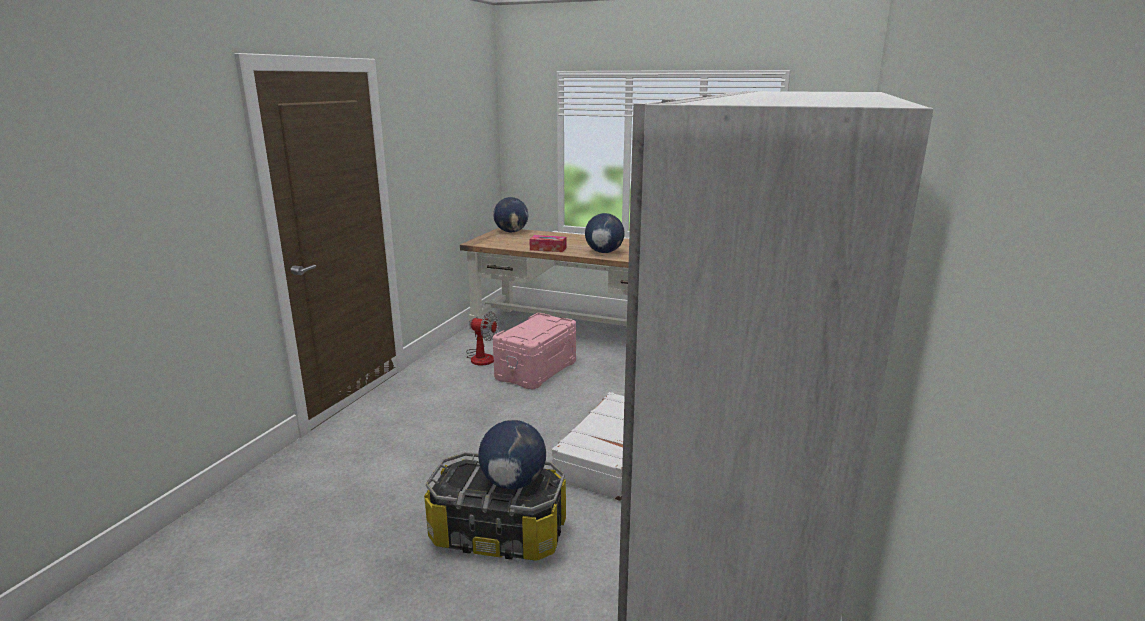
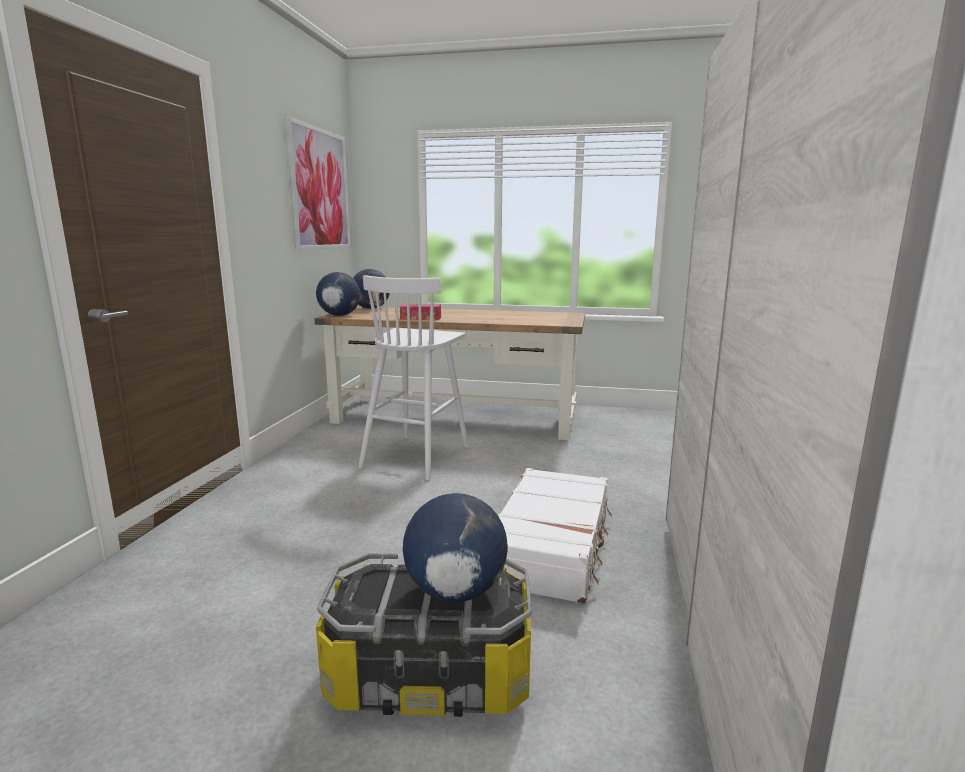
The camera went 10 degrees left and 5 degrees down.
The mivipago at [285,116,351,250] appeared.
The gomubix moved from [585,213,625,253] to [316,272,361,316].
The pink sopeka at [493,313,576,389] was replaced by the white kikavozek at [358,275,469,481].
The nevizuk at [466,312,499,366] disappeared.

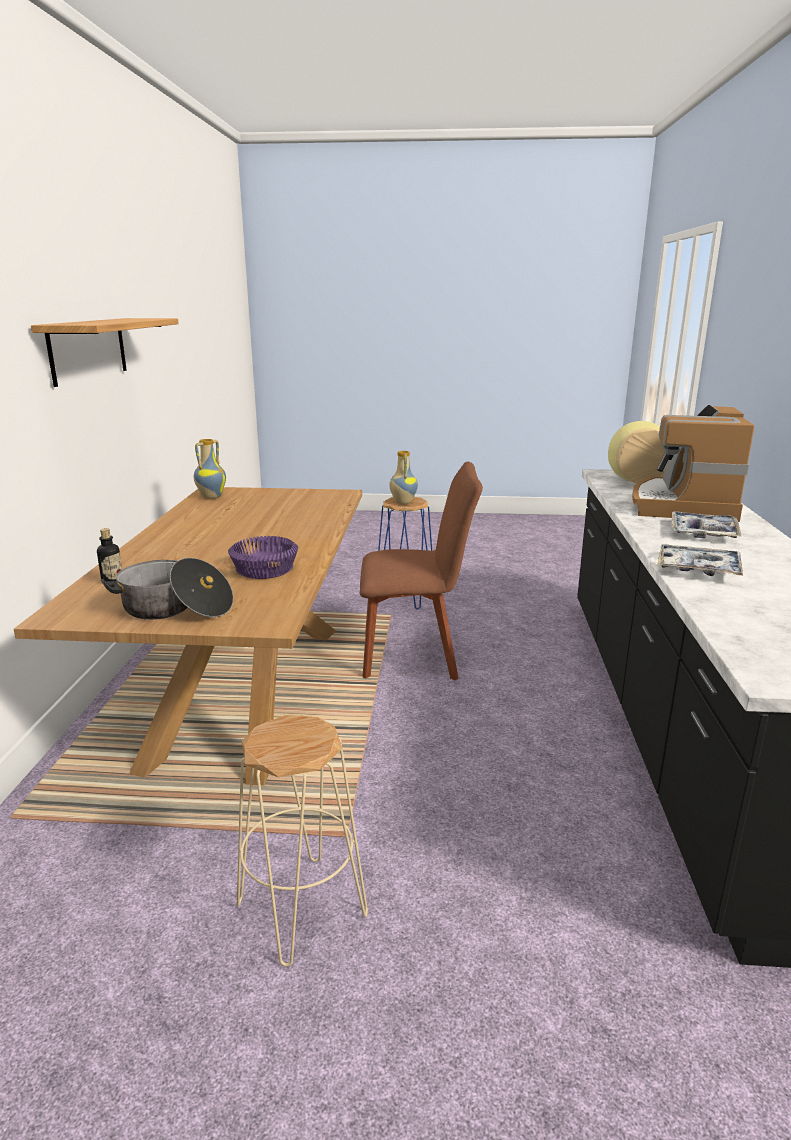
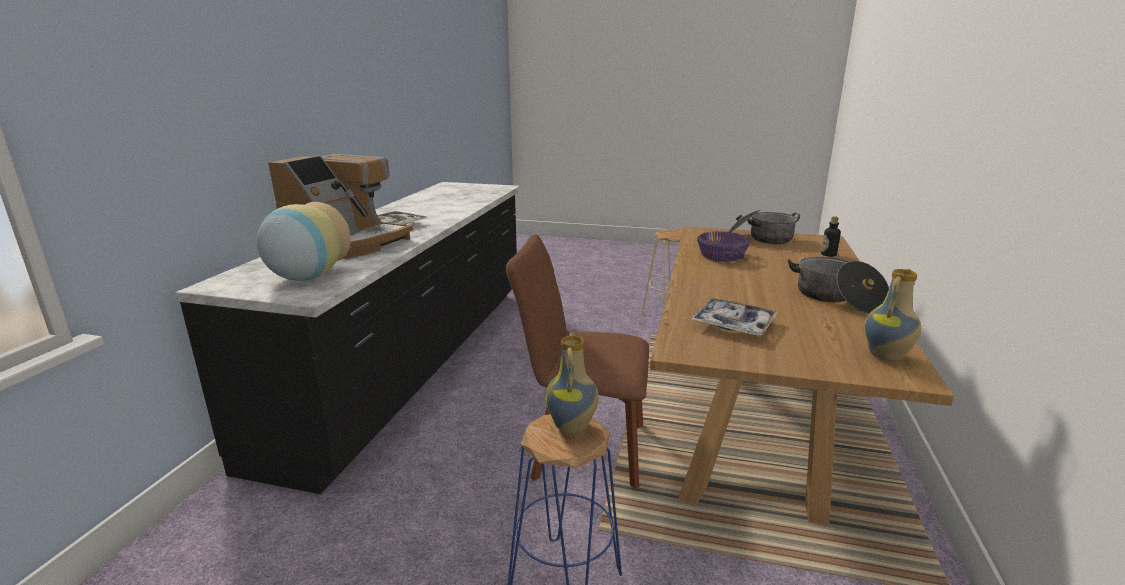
The camera went 170 degrees left and 0 degrees up.
The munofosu moved from [657,544,743,576] to [690,298,778,336].
The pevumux at [788,257,889,314] appeared.
The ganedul at [31,318,179,387] disappeared.

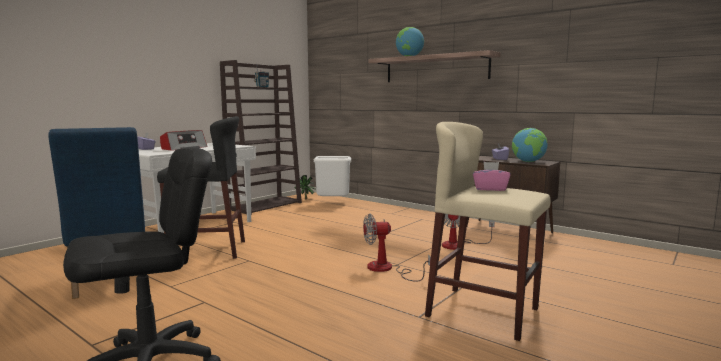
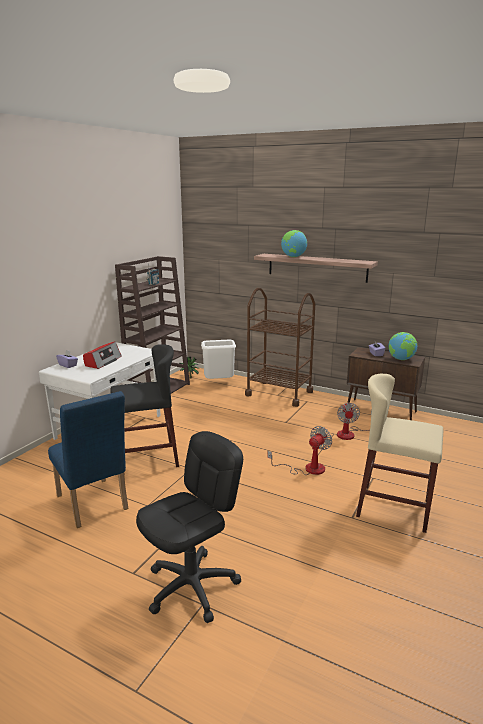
The camera went 10 degrees left and 10 degrees up.
The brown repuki at [245,288,315,407] appeared.
The nevizuk at [363,214,431,282] turned 150 degrees clockwise.
The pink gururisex at [473,162,511,191] disappeared.

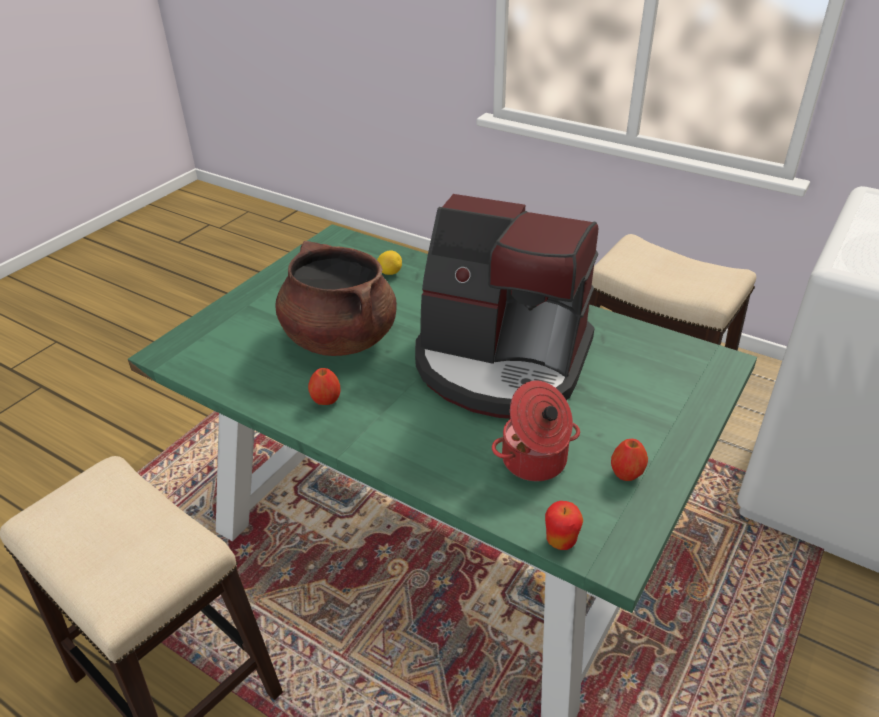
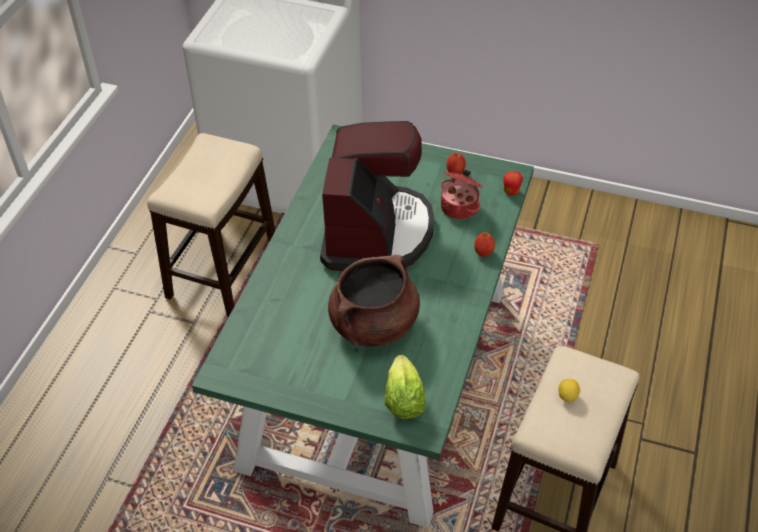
The camera went 105 degrees left and 10 degrees up.
The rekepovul at [385,355,426,419] appeared.
The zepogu moved from [308,368,340,405] to [474,232,495,257].
The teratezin moved from [377,250,402,275] to [558,379,580,402].

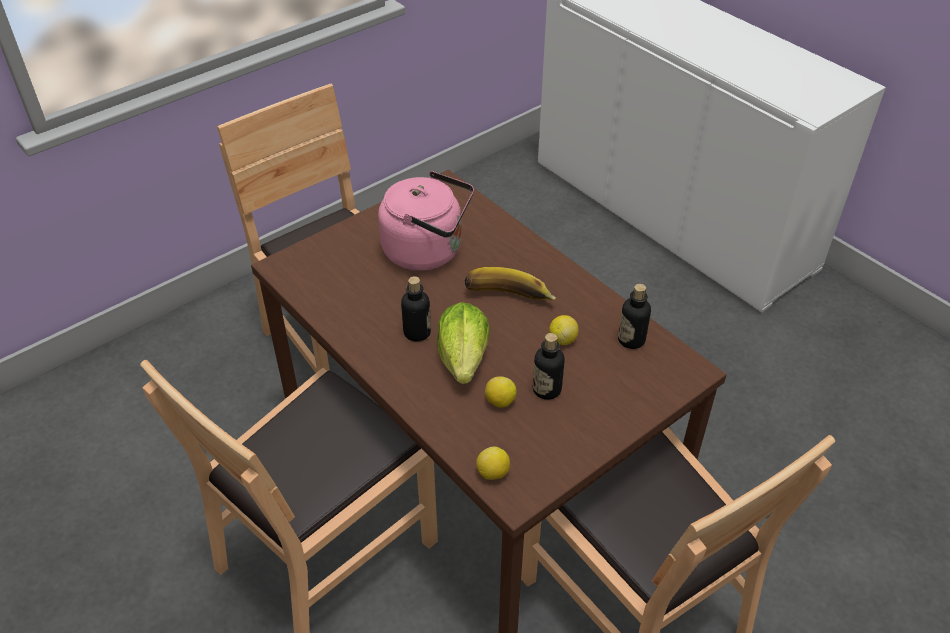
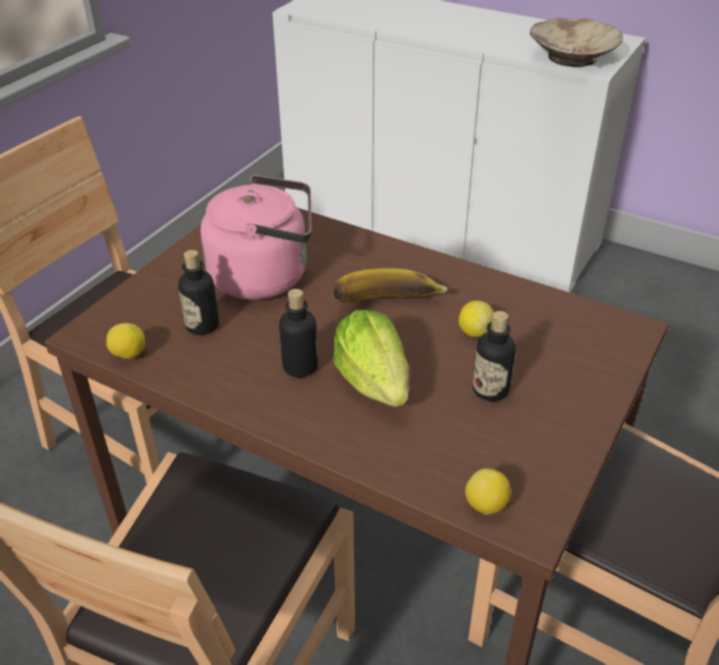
The camera went 20 degrees left and 5 degrees down.
The teratezin moved from [485,377,517,408] to [106,323,145,359].
The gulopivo moved from [618,284,651,349] to [178,250,219,335].
The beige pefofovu at [530,18,623,67] appeared.

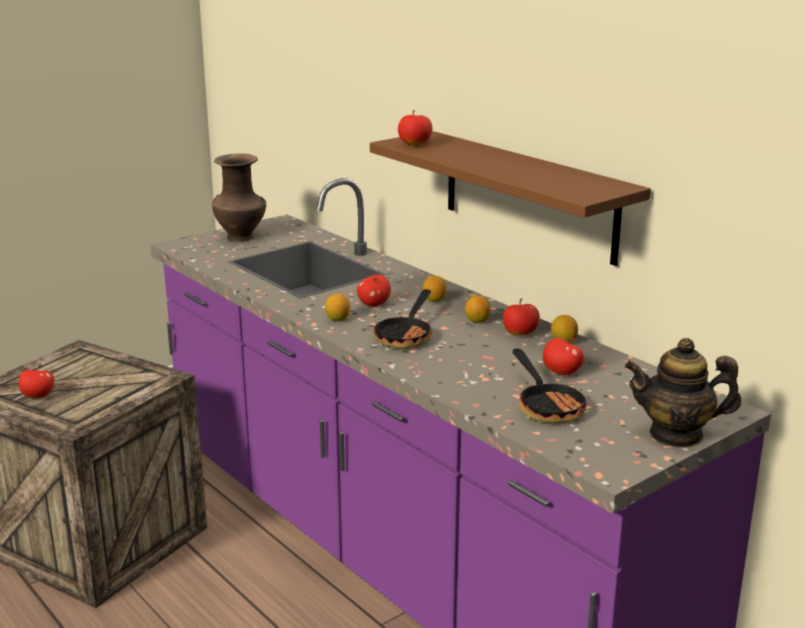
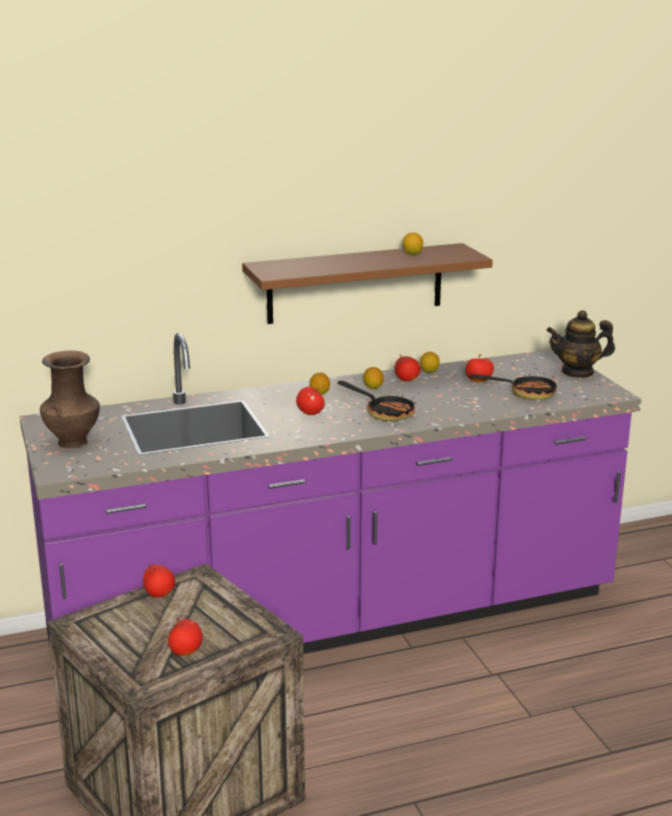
The camera went 70 degrees left and 0 degrees up.
The zepogu moved from [398,110,432,145] to [143,565,175,598].
The teratezin moved from [325,294,350,321] to [402,232,423,255].
The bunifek at [625,338,741,447] turned 60 degrees clockwise.

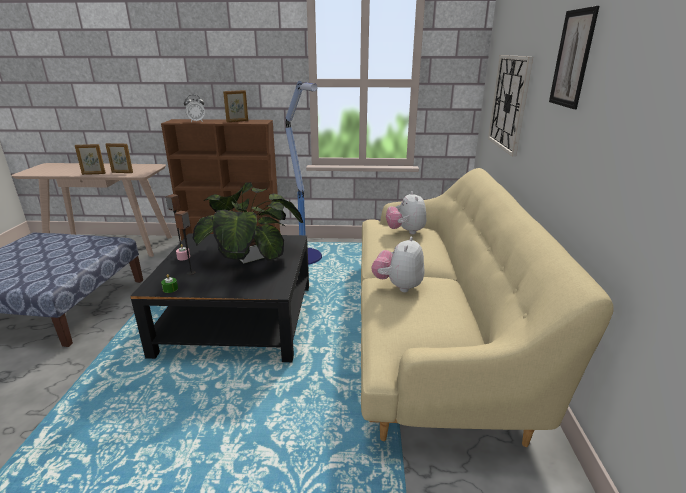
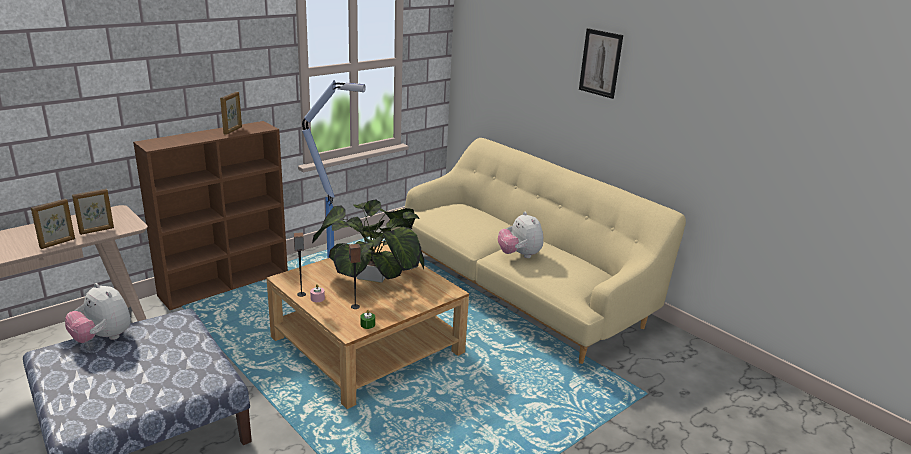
The camera went 45 degrees left and 0 degrees up.
The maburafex moved from [386,191,426,234] to [65,283,131,343].
The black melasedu at [130,234,309,362] became the beige melasedu at [266,241,469,409].
The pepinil at [184,95,205,123] disappeared.
The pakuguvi at [488,55,533,156] disappeared.

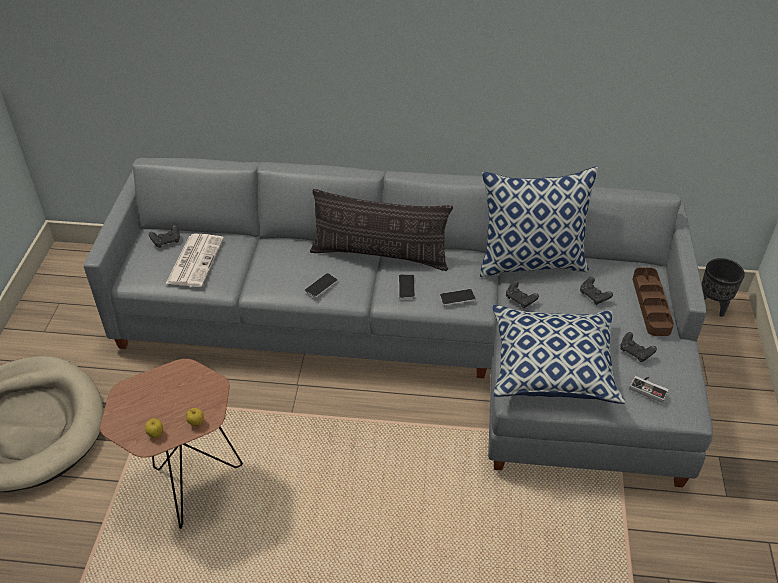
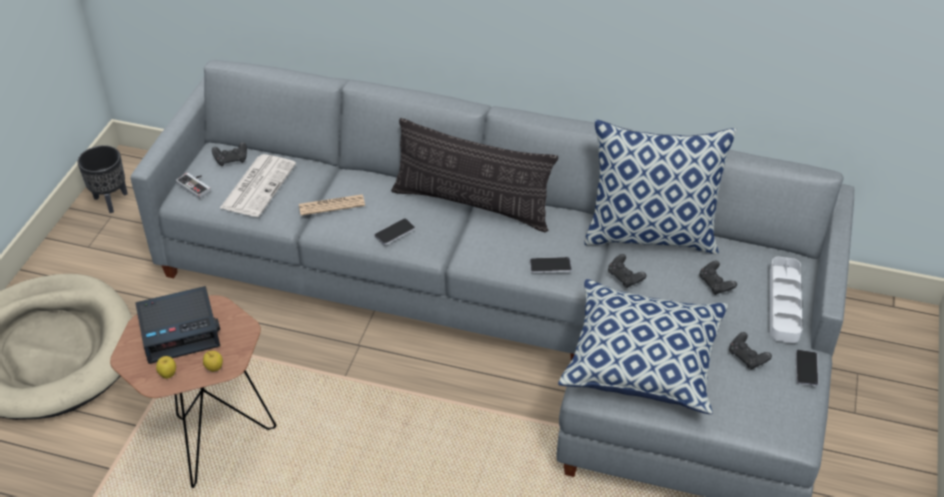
The camera went 10 degrees right and 0 degrees up.
The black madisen moved from [701,258,745,317] to [77,145,128,213].
The pepinil at [135,286,220,364] appeared.
The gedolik moved from [629,376,669,403] to [176,173,211,199].
The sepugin at [299,194,365,216] appeared.
The brown munofosu at [633,268,674,336] became the white munofosu at [770,257,802,343].
The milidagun moved from [398,275,415,299] to [796,350,819,386].

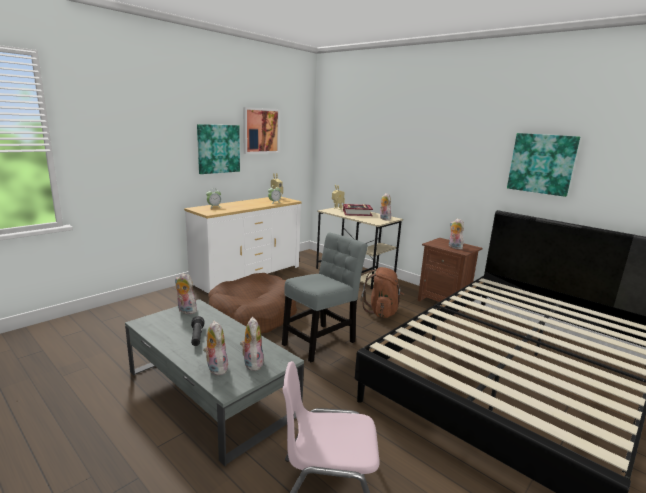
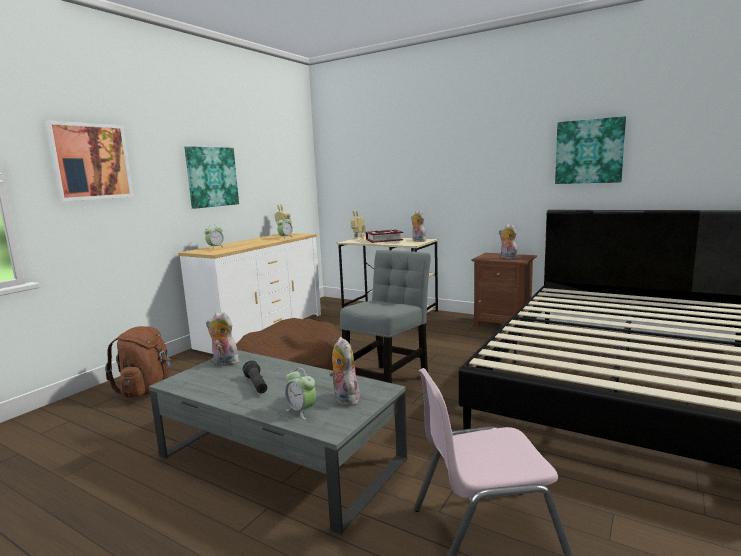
The camera went 10 degrees left and 5 degrees down.
The mivipago moved from [243,107,280,154] to [45,121,134,202].
The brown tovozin moved from [361,267,404,318] to [105,326,171,398].
The maburafex at [203,321,228,375] was replaced by the pepinil at [285,368,316,420].

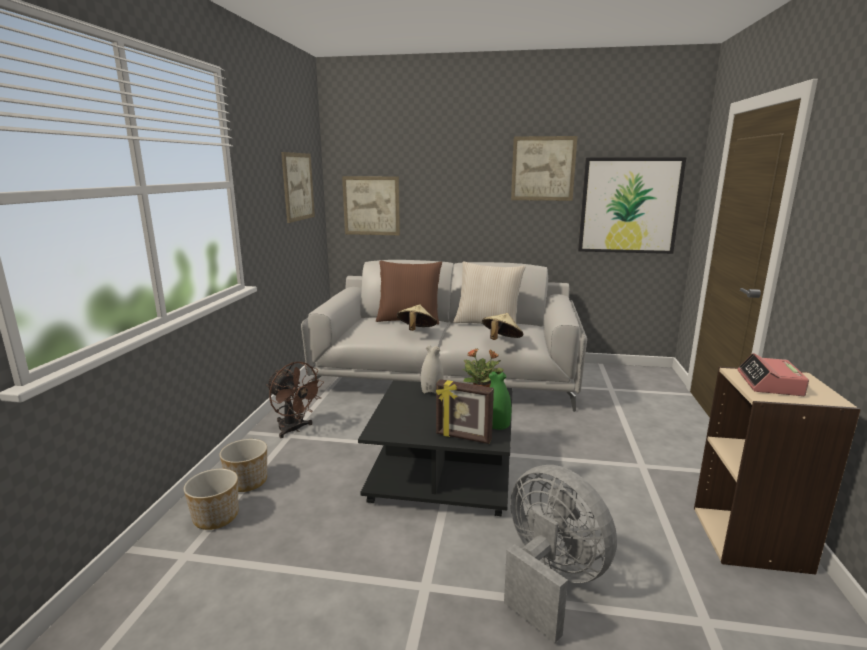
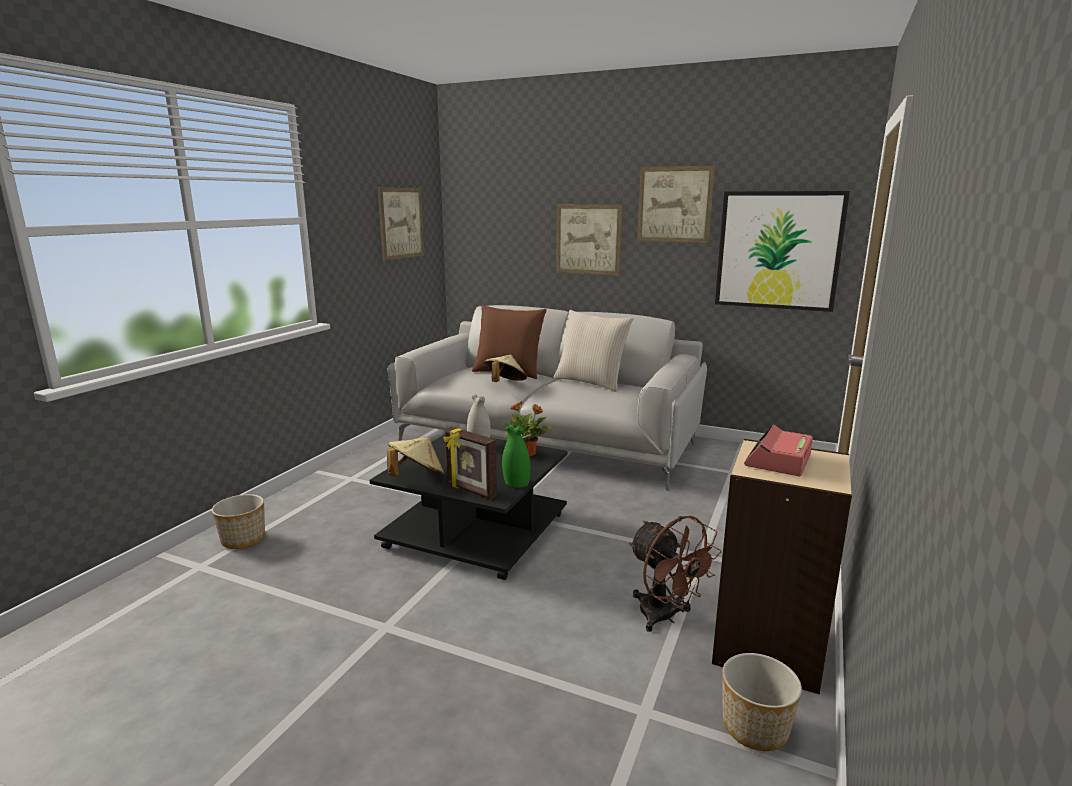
The camera went 15 degrees right and 0 degrees up.
The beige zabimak moved from [482,313,523,340] to [387,437,444,476].
The mivipago moved from [342,176,400,235] to [556,204,623,276].
The brown nevizuk moved from [266,362,324,438] to [629,516,722,632].
The madisen moved from [219,439,267,492] to [722,653,802,751].
The grey nevizuk at [504,465,617,643] disappeared.

